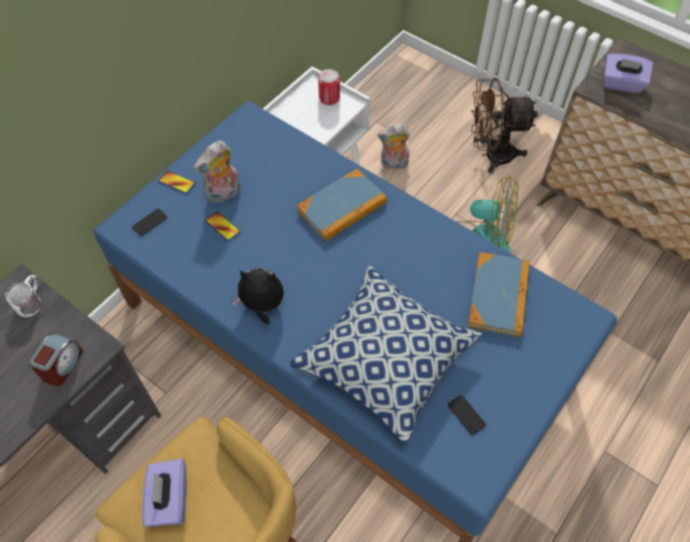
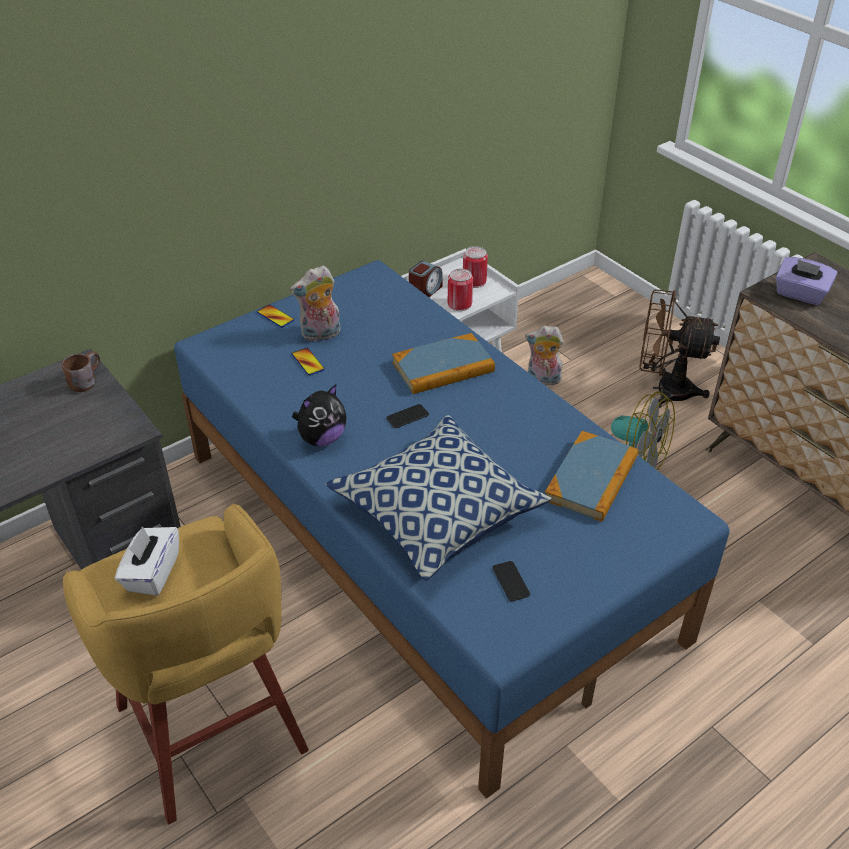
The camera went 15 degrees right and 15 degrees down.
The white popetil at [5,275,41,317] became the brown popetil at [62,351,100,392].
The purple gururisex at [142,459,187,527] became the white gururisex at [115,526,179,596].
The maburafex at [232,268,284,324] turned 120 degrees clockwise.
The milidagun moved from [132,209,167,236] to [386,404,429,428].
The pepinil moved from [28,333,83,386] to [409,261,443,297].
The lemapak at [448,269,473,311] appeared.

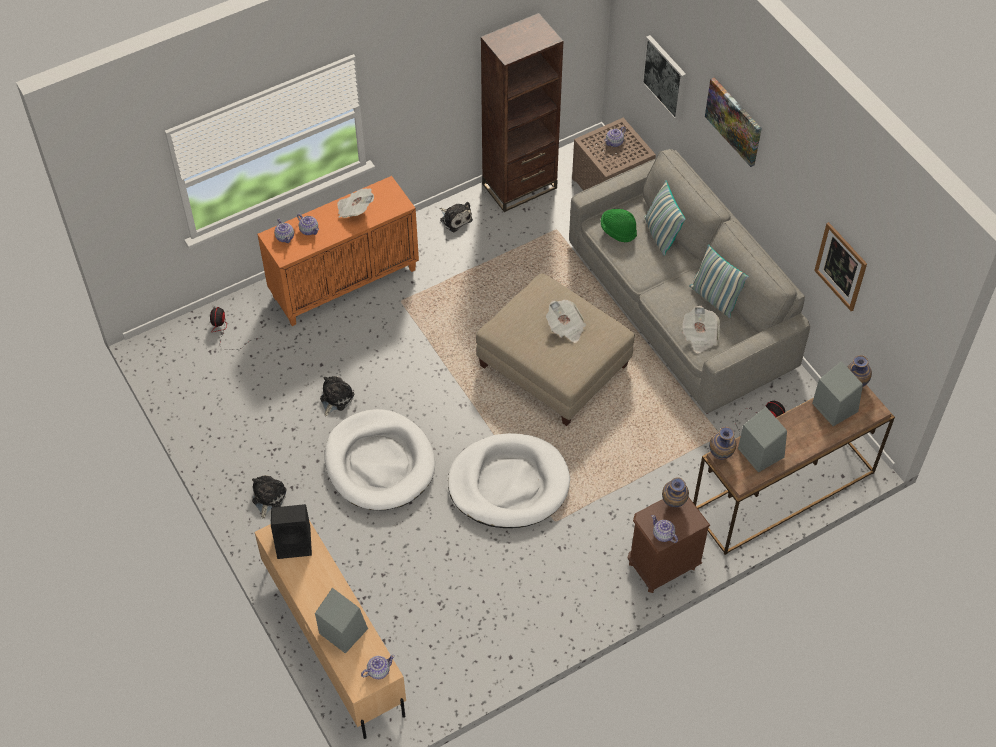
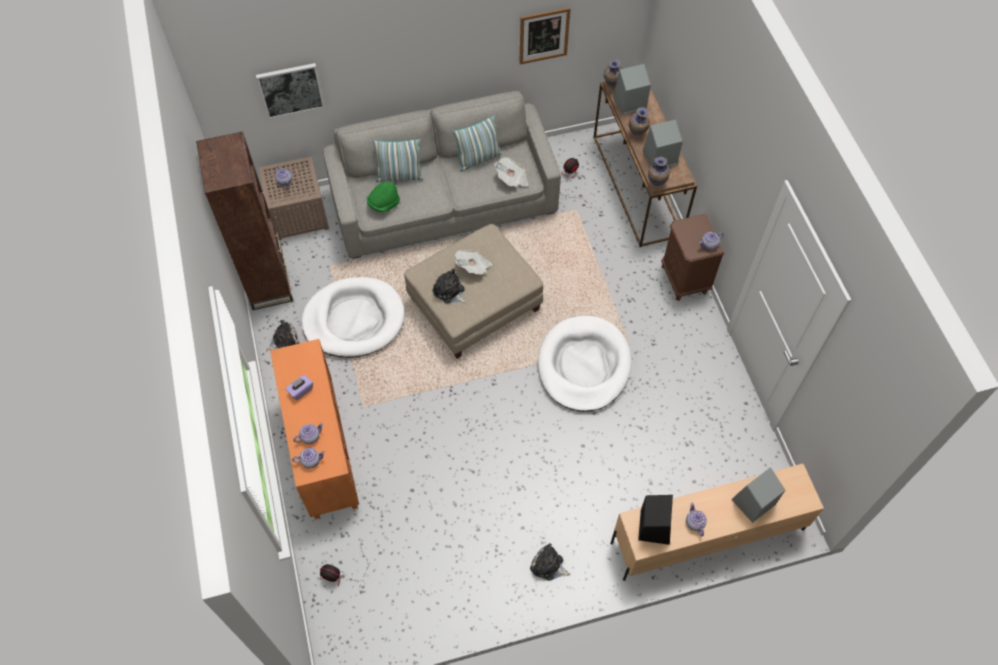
The camera went 75 degrees left and 5 degrees up.
The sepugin at [337,188,374,218] was replaced by the purple gururisex at [286,375,313,400].
The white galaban moved from [325,409,435,510] to [302,277,405,358].
The maburafex moved from [320,376,355,416] to [432,268,467,303].
The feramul moved from [662,477,689,507] to [629,107,650,135].
The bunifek moved from [361,655,395,679] to [686,503,707,536].
The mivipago at [705,78,762,167] disappeared.

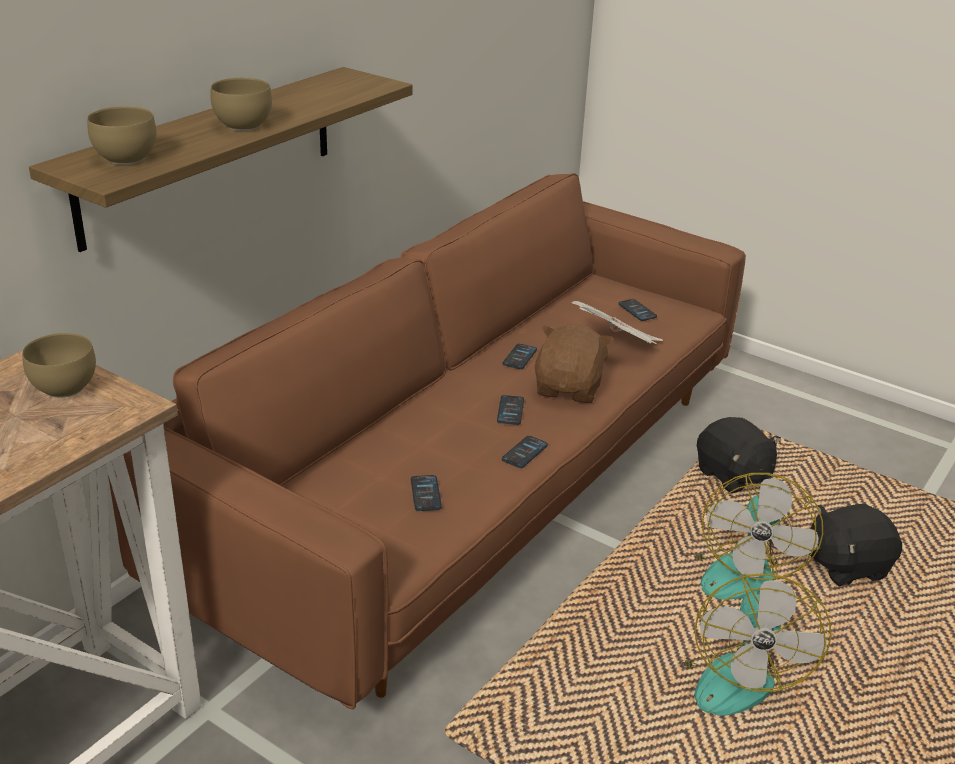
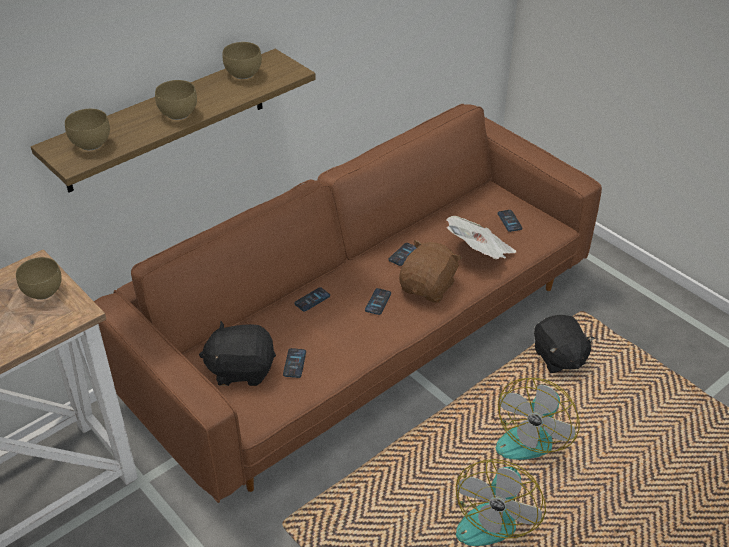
The camera went 15 degrees right and 10 degrees up.
The black maburafex moved from [810,504,902,586] to [199,321,276,386].
The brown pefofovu at [223,42,262,79] appeared.
The milidagun moved from [502,436,548,468] to [294,287,330,312].

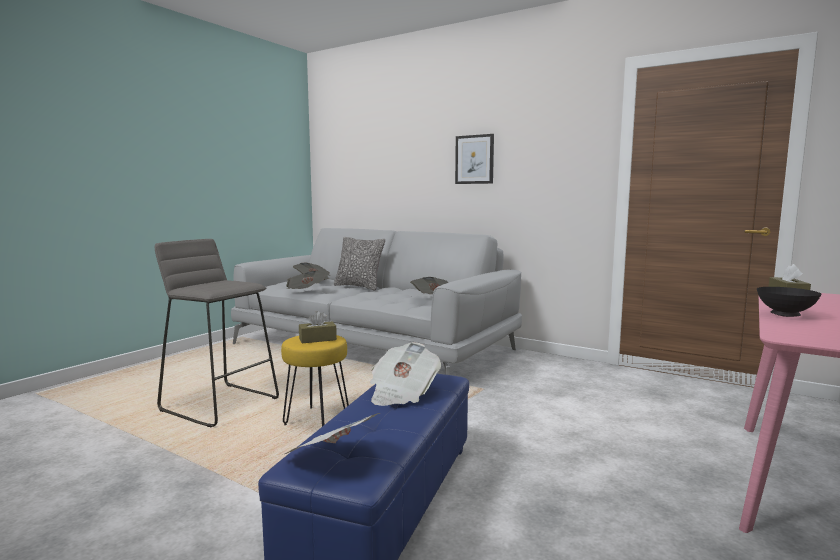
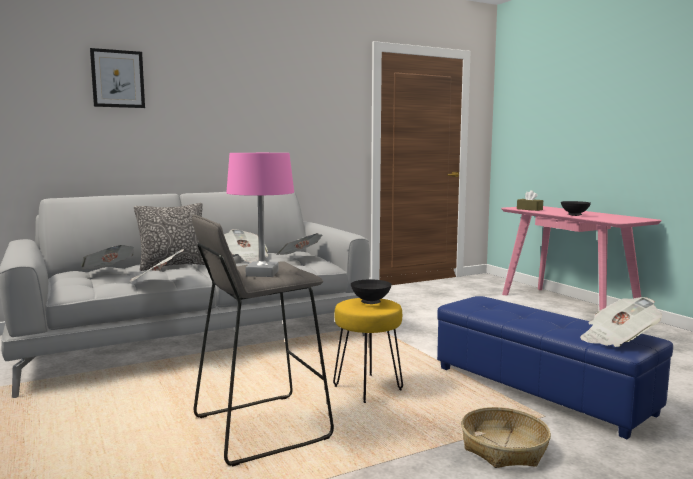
The camera went 60 degrees left and 0 degrees up.
The mivipago moved from [455,134,494,184] to [90,48,145,108].
The sepugin moved from [370,342,441,406] to [224,229,269,262].
The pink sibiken at [226,153,294,277] appeared.
The brown gururisex at [299,311,337,343] was replaced by the black pefofovu at [351,280,392,304].
The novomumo at [461,407,551,468] appeared.

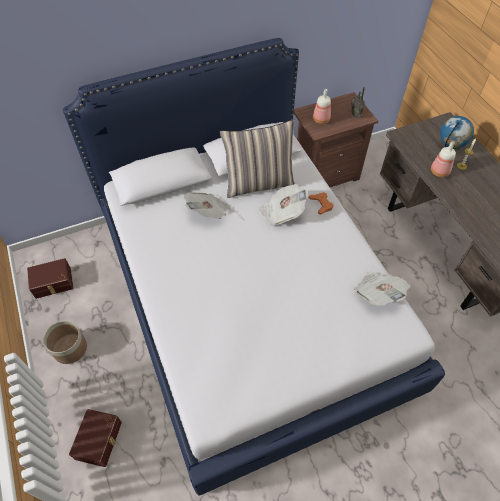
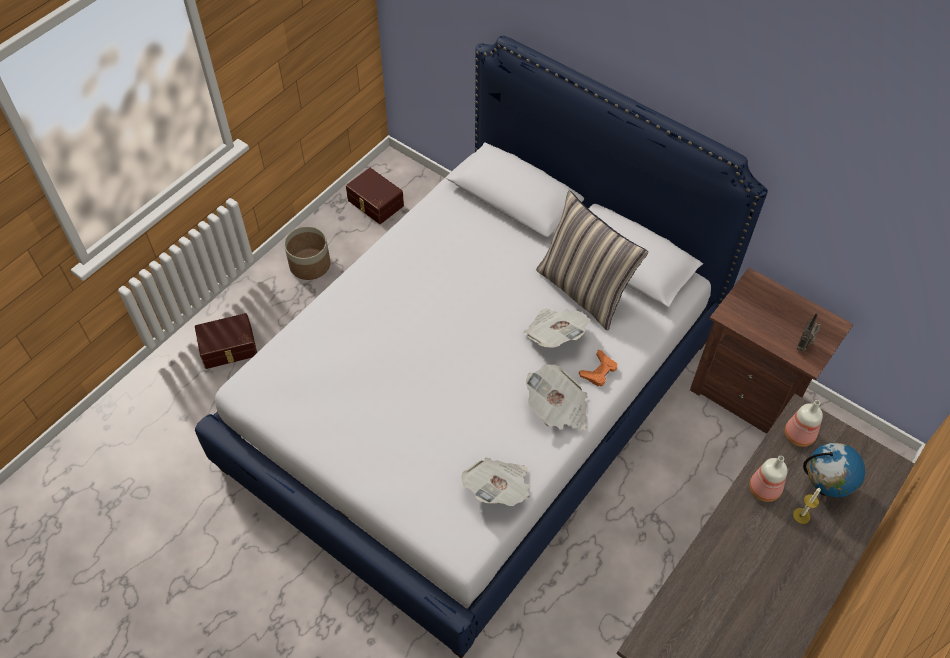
The camera went 60 degrees right and 0 degrees up.
The sepugin moved from [184,192,232,219] to [526,364,588,430].
The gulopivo moved from [313,89,331,124] to [785,400,823,447].

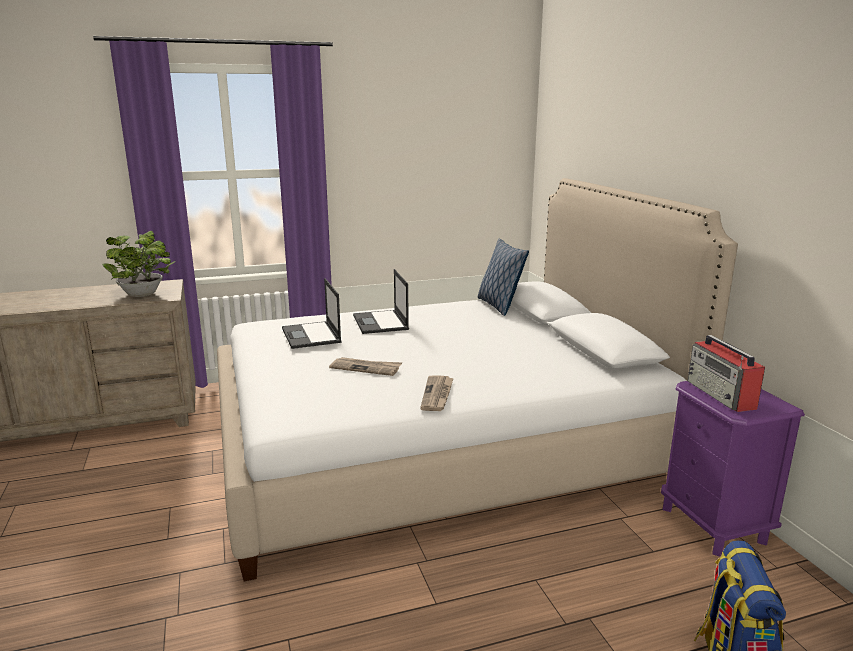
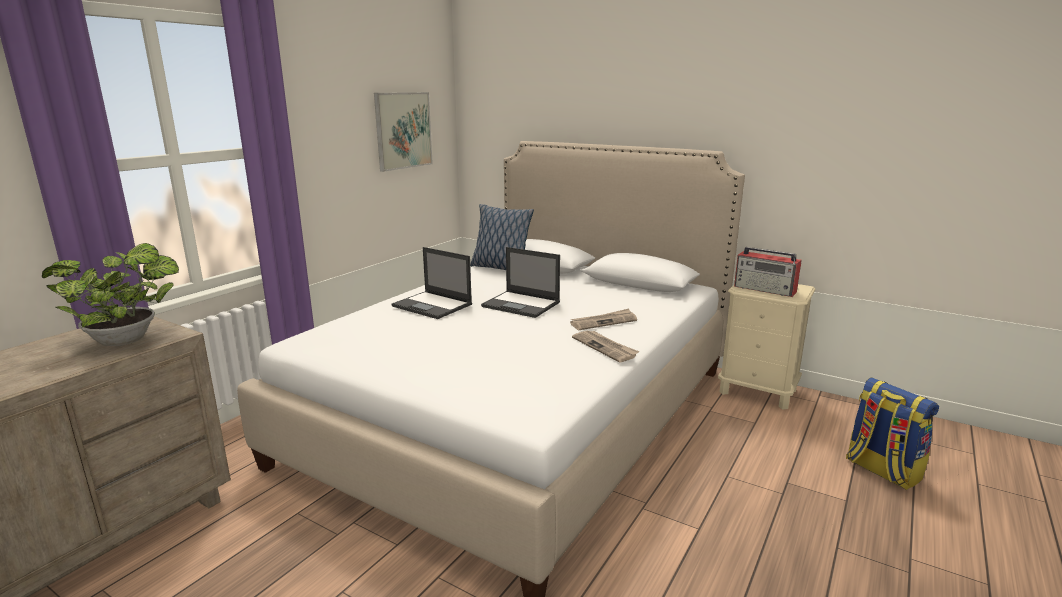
The camera went 40 degrees left and 0 degrees up.
The mivipago at [374,92,433,172] appeared.
The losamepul moved from [282,278,342,349] to [481,247,560,318].
The sepugin moved from [329,357,402,376] to [570,309,637,330].
The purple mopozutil at [661,381,805,557] became the beige mopozutil at [718,284,816,410].

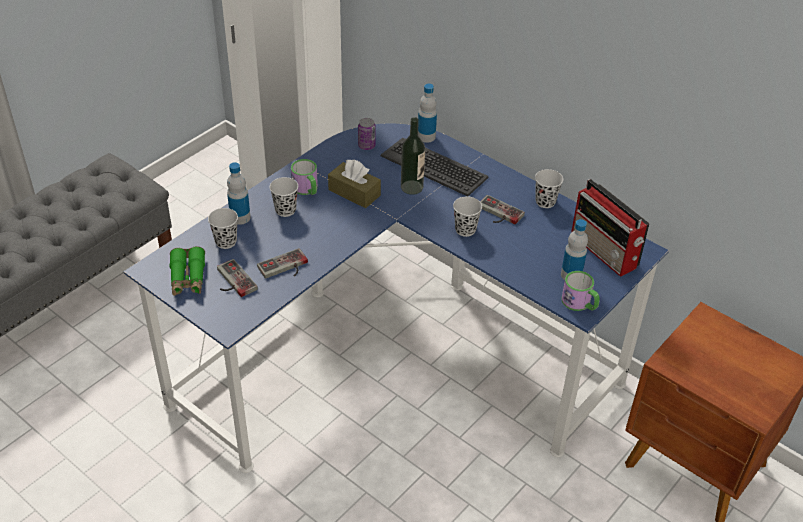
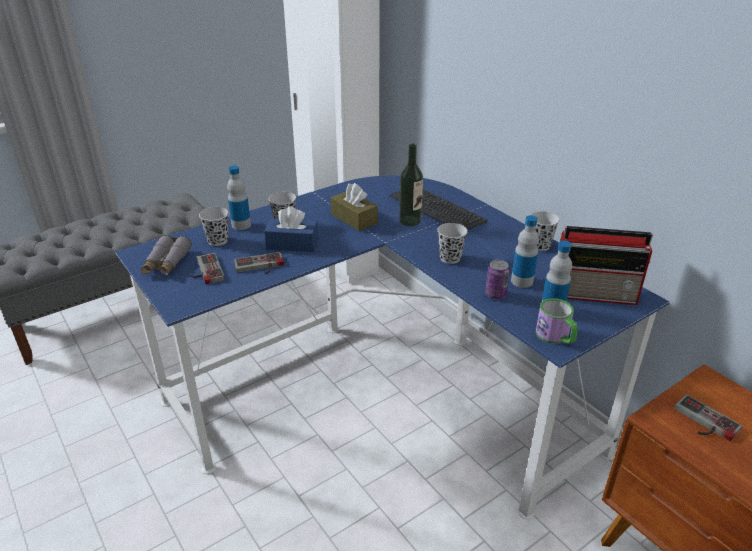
The camera went 15 degrees right and 10 degrees down.
The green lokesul at [170,246,205,296] became the grey lokesul at [141,235,192,275].
The blue gururisex at [264,206,319,252] appeared.
The lemapak moved from [358,118,376,150] to [485,260,510,299].
The gulopivo moved from [418,84,437,143] to [511,215,539,288].
The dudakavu at [571,179,650,277] turned 60 degrees counterclockwise.
The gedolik moved from [480,195,525,224] to [674,394,742,441].
The popetil at [291,159,318,195] disappeared.

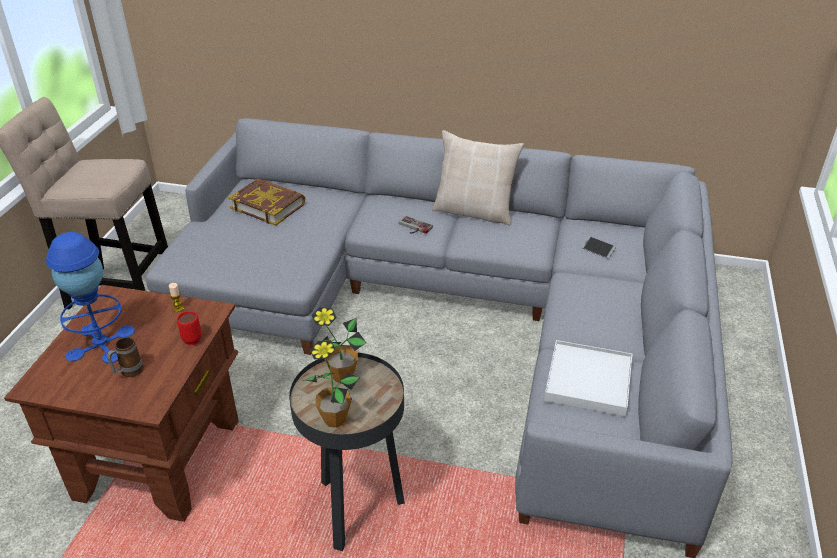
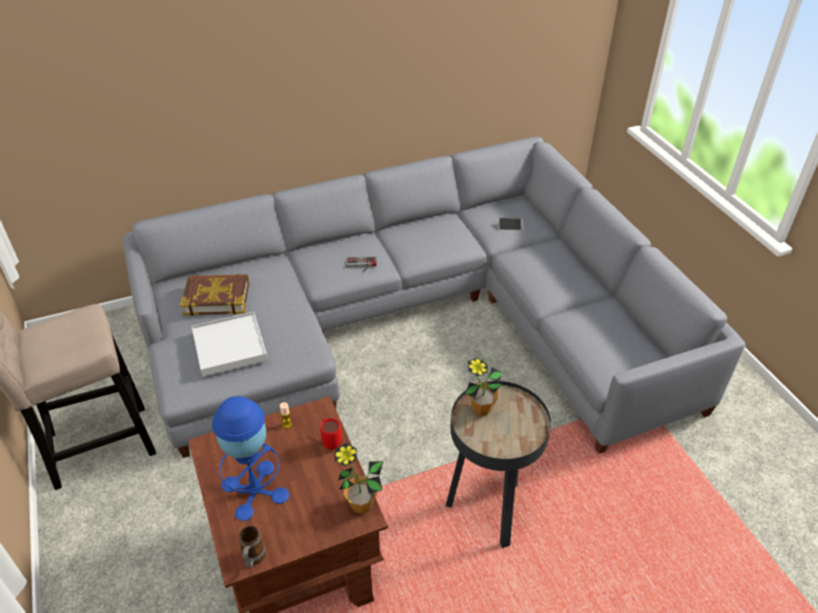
The camera went 35 degrees left and 5 degrees up.
The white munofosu moved from [544,340,632,416] to [192,312,268,377].
The popetil moved from [107,337,144,377] to [239,526,266,568].
The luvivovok moved from [303,340,360,428] to [334,443,383,514].
The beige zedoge at [432,130,524,226] disappeared.

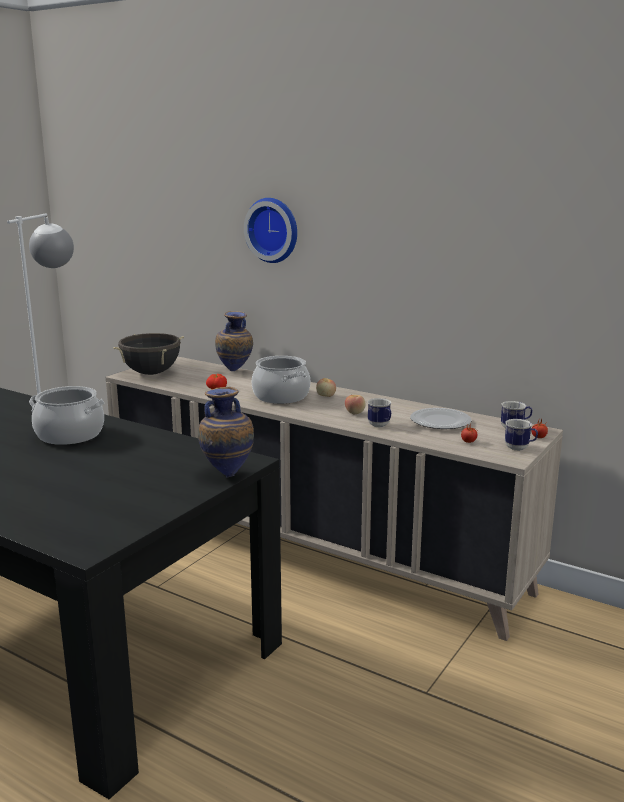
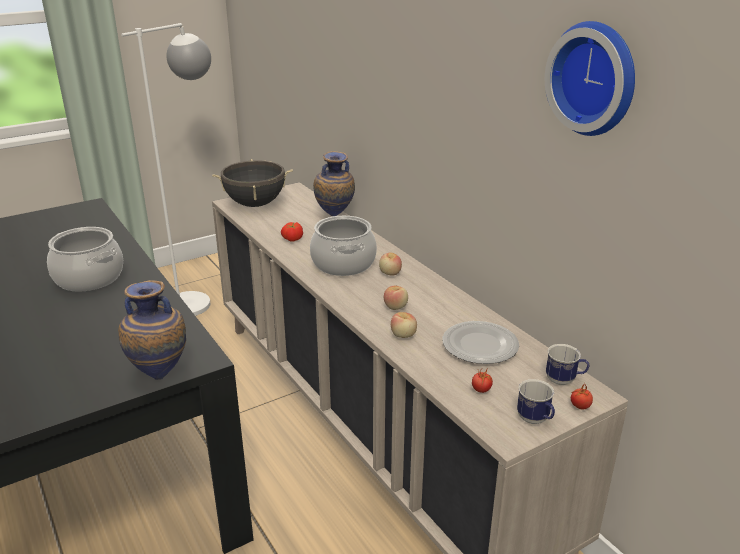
The camera went 25 degrees right and 10 degrees up.
The popetil at [367,398,391,427] was replaced by the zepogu at [391,312,417,338].
The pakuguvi moved from [244,198,297,263] to [545,21,635,136].

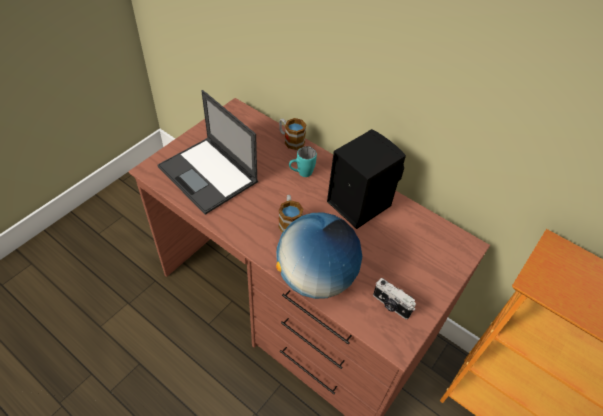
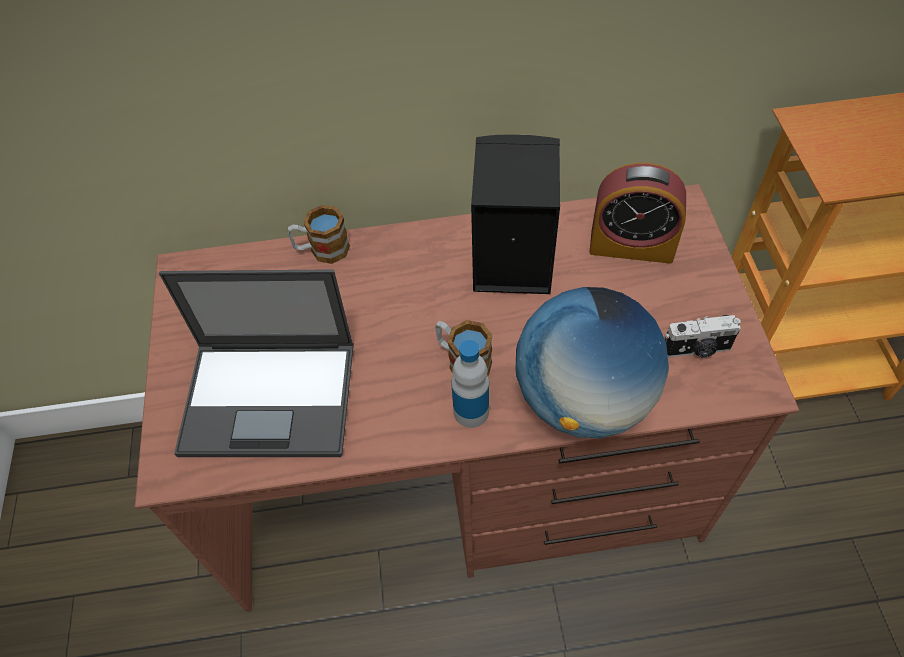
The camera went 40 degrees left and 5 degrees up.
The gulopivo at [452,340,489,428] appeared.
The pepinil at [589,163,686,264] appeared.
The turquoise popetil at [289,146,317,177] disappeared.

